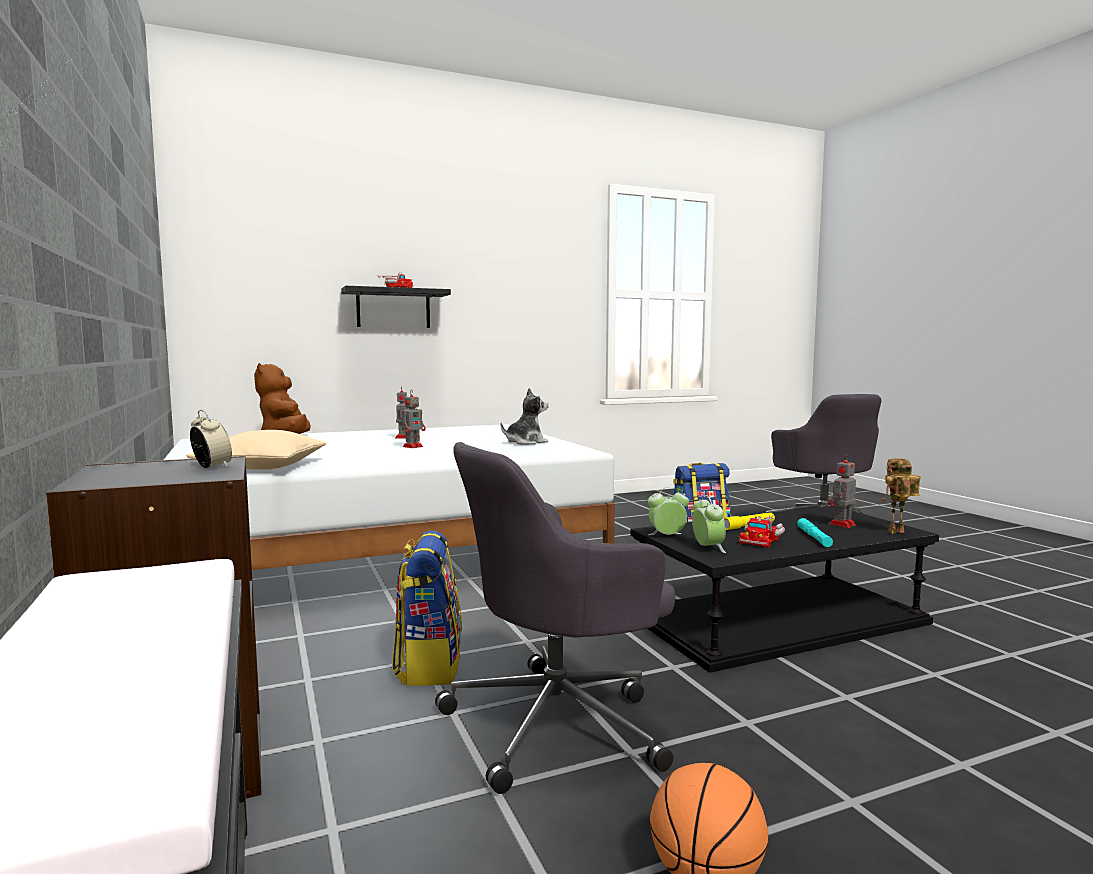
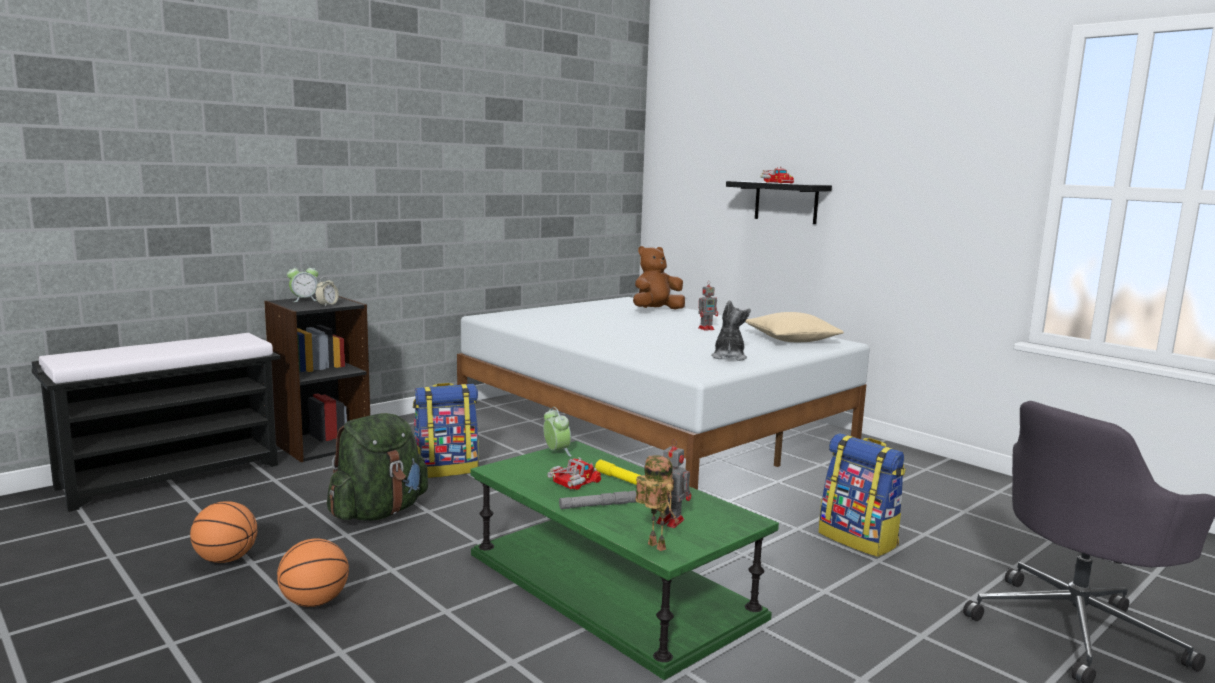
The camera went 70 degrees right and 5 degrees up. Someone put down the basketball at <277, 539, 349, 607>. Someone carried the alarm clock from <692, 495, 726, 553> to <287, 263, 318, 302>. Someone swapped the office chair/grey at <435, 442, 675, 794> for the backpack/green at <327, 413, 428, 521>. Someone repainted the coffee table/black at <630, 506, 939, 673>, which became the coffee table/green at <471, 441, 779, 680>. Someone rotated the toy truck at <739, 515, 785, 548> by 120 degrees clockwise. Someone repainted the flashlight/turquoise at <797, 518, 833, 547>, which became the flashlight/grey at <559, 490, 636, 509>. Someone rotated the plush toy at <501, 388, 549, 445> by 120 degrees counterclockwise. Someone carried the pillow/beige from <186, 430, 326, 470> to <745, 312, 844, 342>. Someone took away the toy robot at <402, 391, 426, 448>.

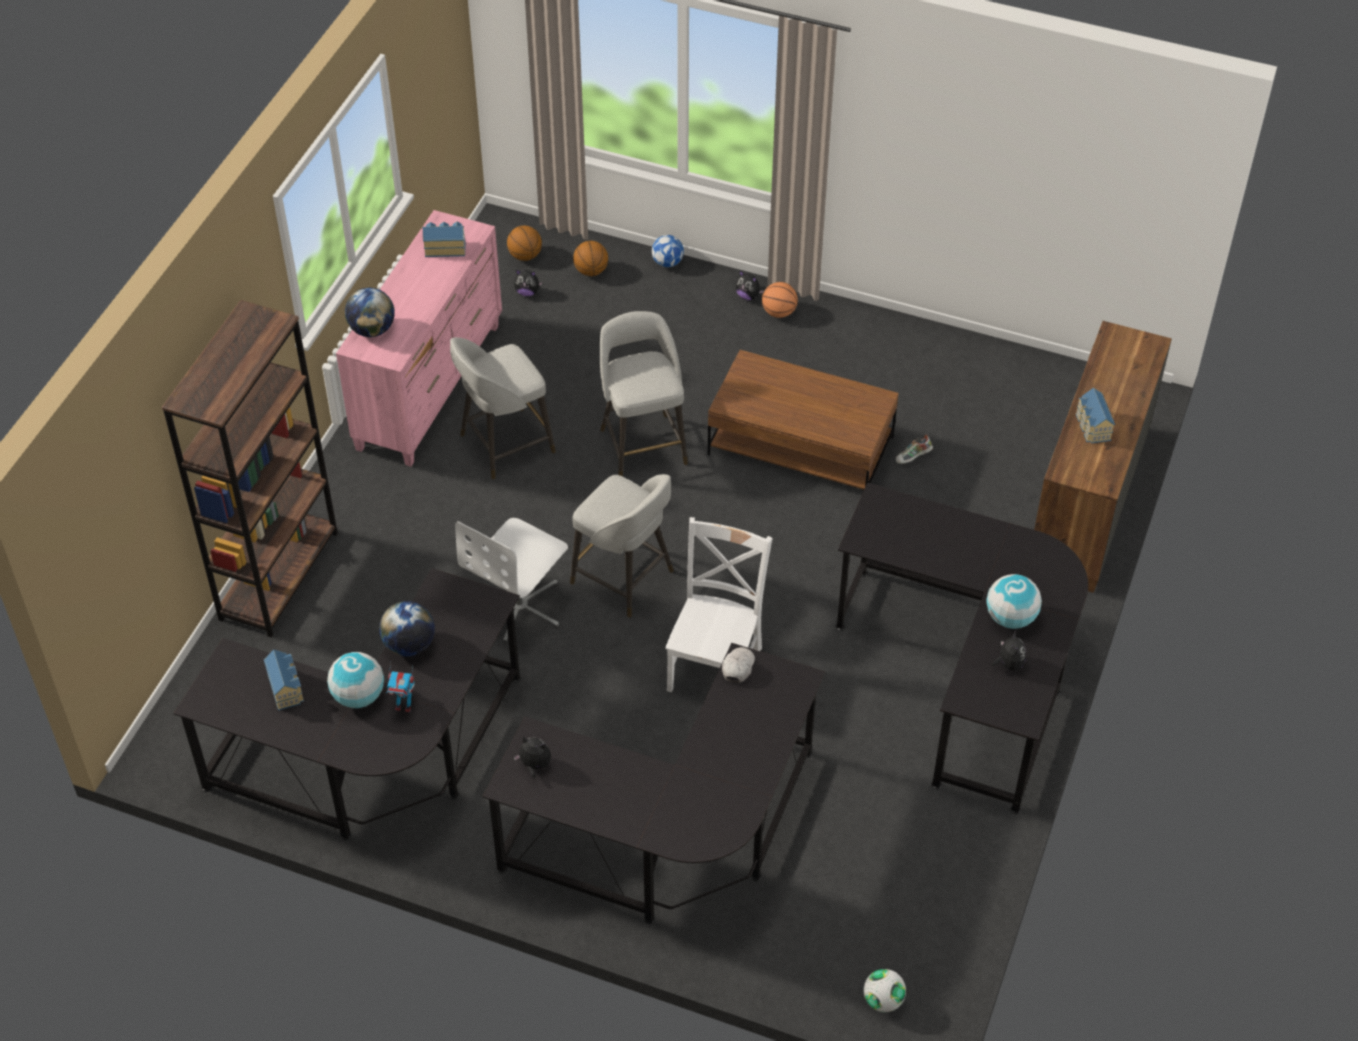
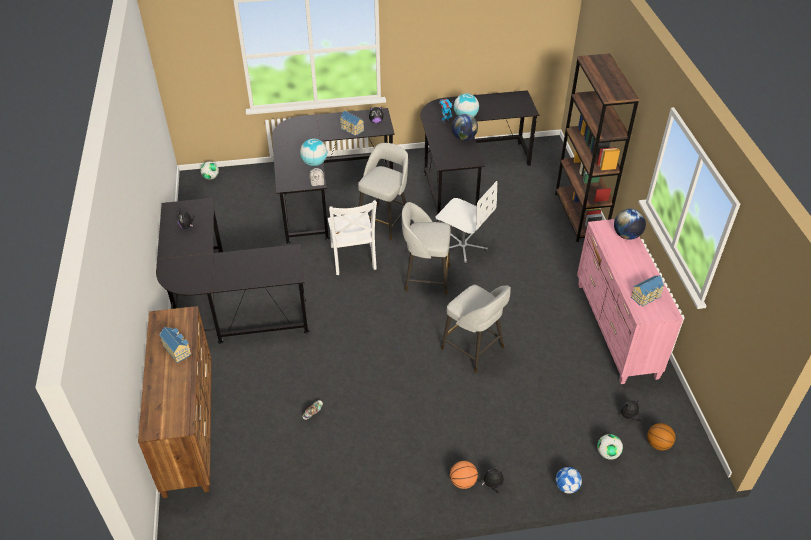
The camera went 150 degrees right and 5 degrees down. Someone carried the globe from <986, 574, 1042, 629> to <300, 138, 327, 166>. Someone carried the toy house from <264, 649, 304, 711> to <340, 111, 364, 136>. Someone carried the stool/grey from <450, 337, 556, 479> to <358, 143, 408, 240>. Someone rotated the office chair/white at <455, 518, 568, 644> by 120 degrees clockwise. Someone swapped the basketball at <573, 241, 608, 276> for the football at <597, 434, 623, 460>. Someone took away the coffee table/brown at <708, 350, 898, 489>.

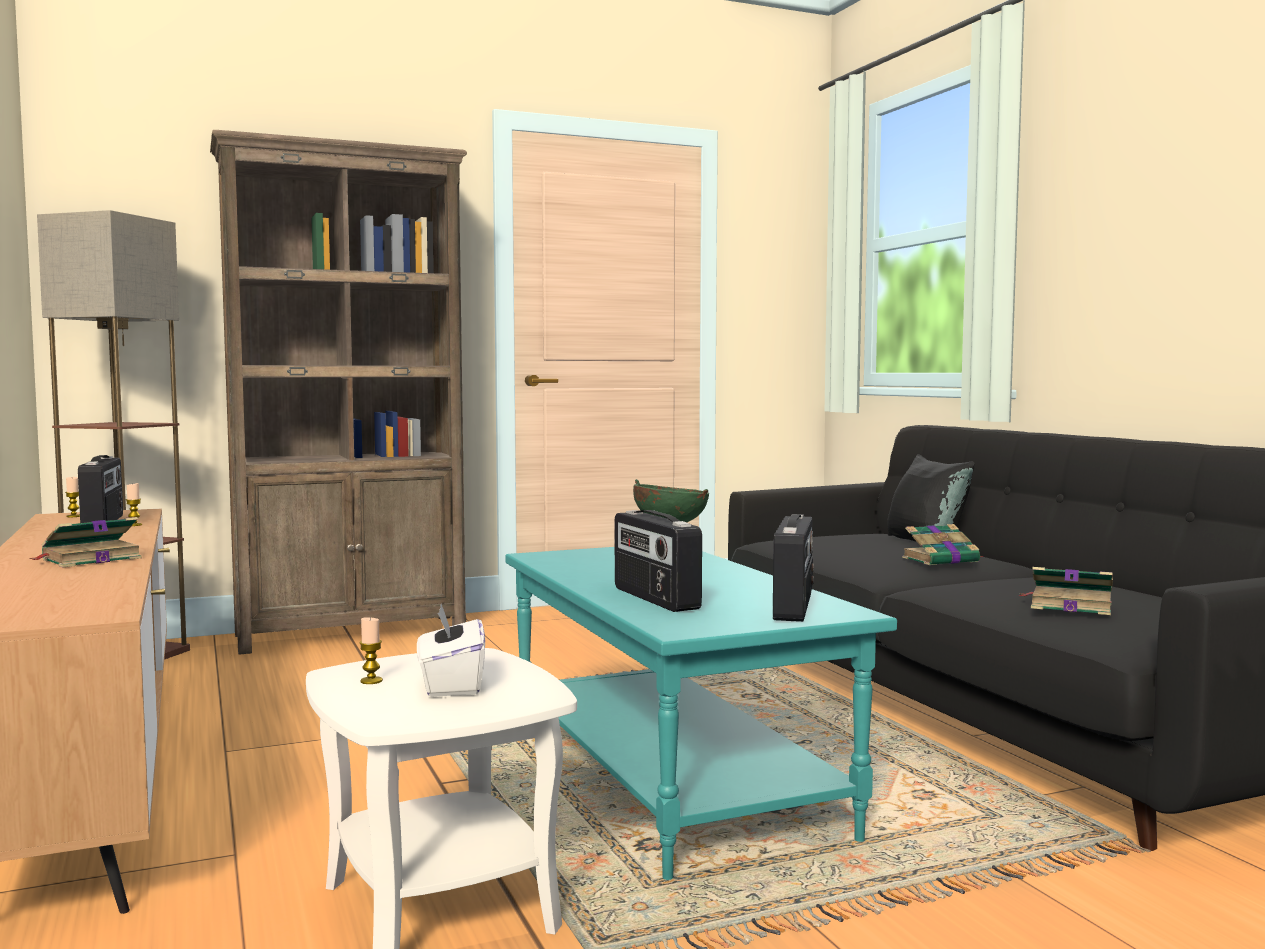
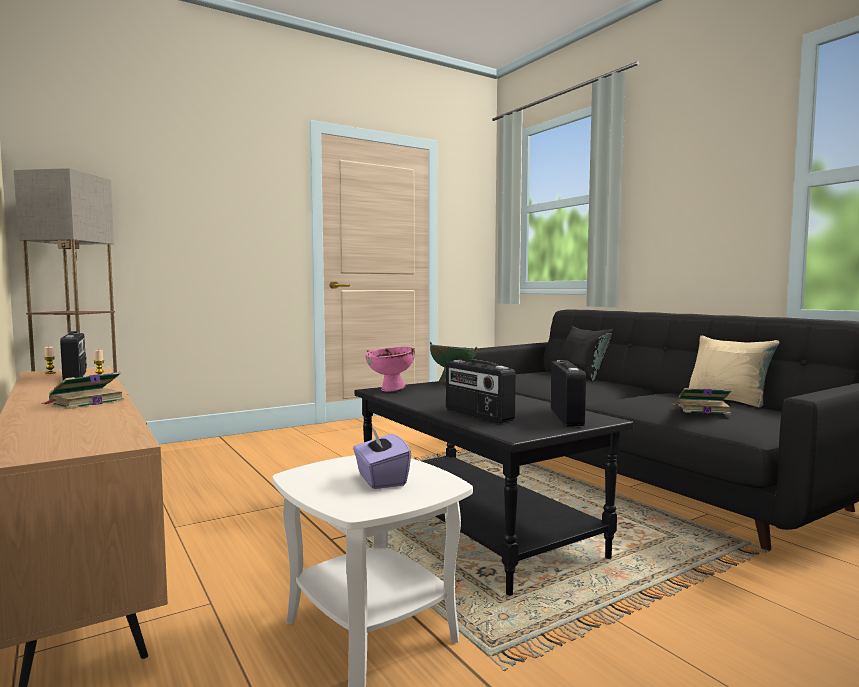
The camera went 10 degrees left and 0 degrees up. Someone repainted the tissue box/white at <417, 604, 485, 697>, which became the tissue box/purple at <353, 426, 411, 489>. Someone repainted the coffee table/turquoise at <506, 547, 897, 880>, which became the coffee table/black at <355, 381, 634, 596>. Someone put down the bowl/pink at <365, 347, 415, 392>. Someone put down the pillow/beige at <689, 336, 779, 407>. Someone took away the bookcase/brown at <210, 130, 467, 655>. Someone took away the candle at <359, 617, 383, 684>. Someone took away the book at <902, 524, 984, 565>.

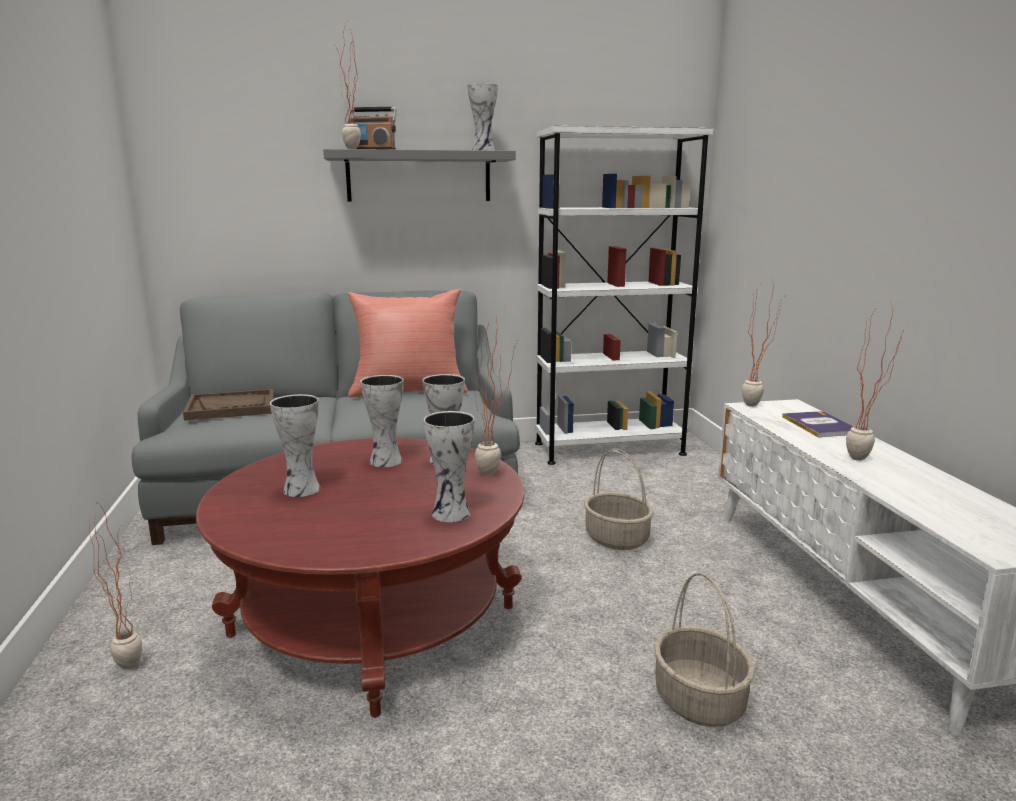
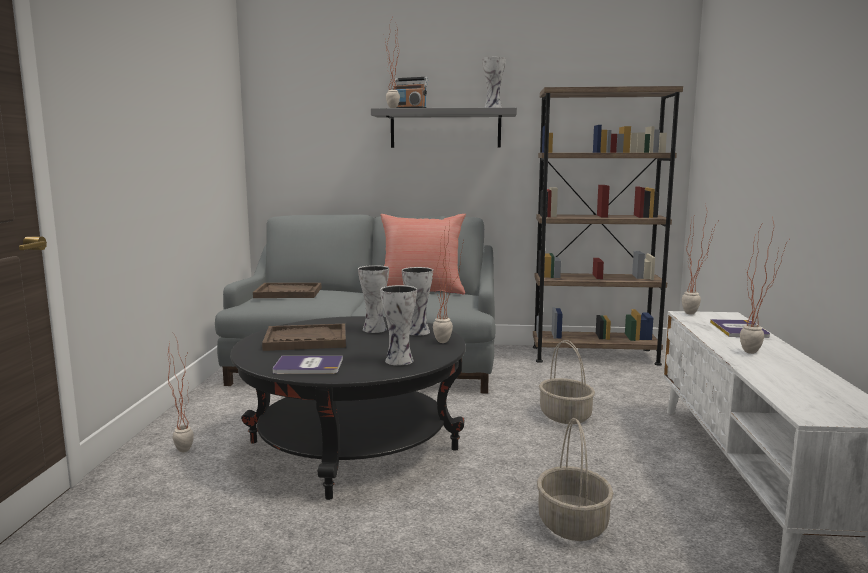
The camera went 15 degrees right and 5 degrees down. Someone repainted the coffee table/red at <196, 438, 524, 718>, which became the coffee table/black at <230, 316, 466, 500>. Someone swapped the vase at <270, 394, 320, 497> for the tray/brown at <262, 324, 346, 351>. Someone put down the book at <272, 356, 343, 374>. Someone repainted the bookcase/white at <535, 126, 713, 465>, which became the bookcase/brown at <533, 86, 683, 366>.

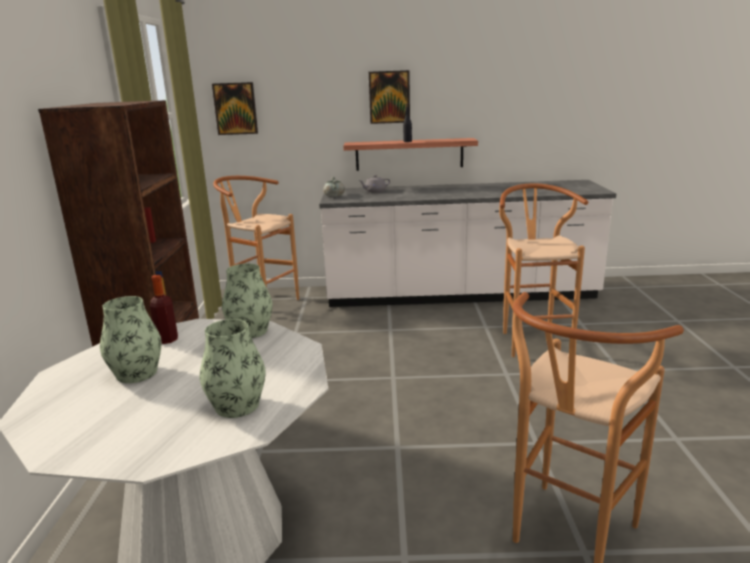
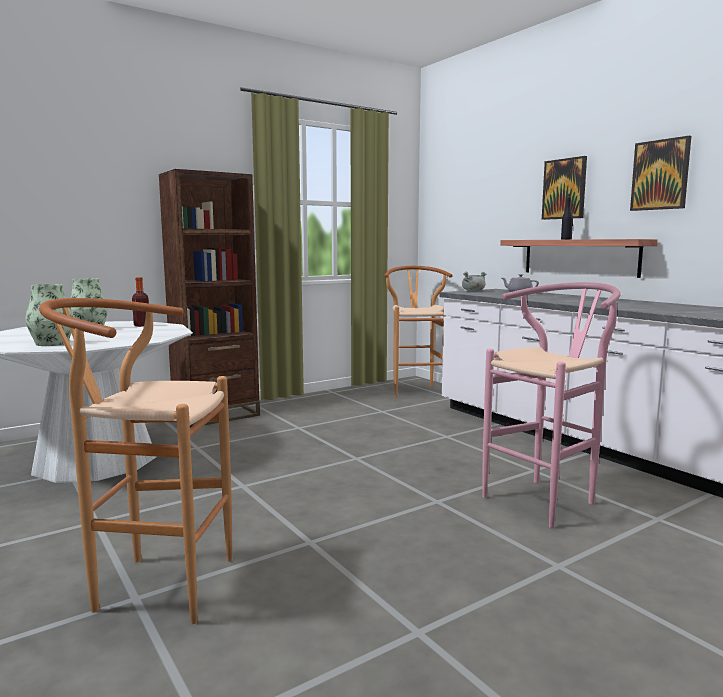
The camera went 55 degrees right and 10 degrees down. Someone repainted the stool/brown at <499, 183, 588, 357>, which became the stool/pink at <482, 282, 620, 528>. Someone carried the picture from <212, 82, 258, 135> to <630, 136, 691, 211>. Someone took away the vase at <222, 263, 273, 338>.

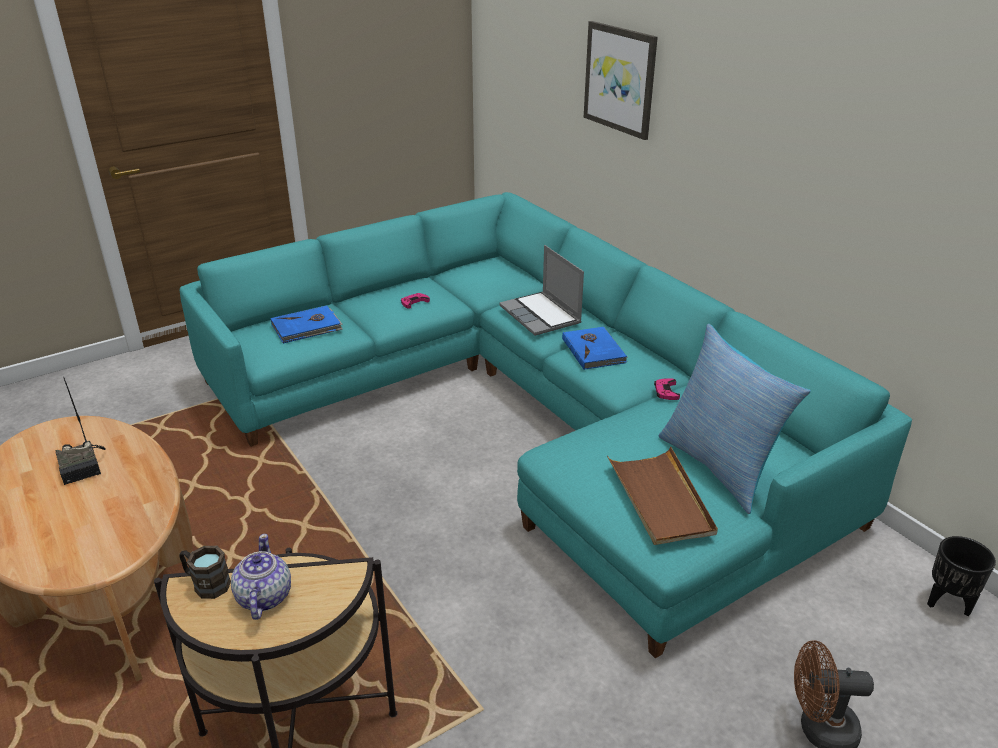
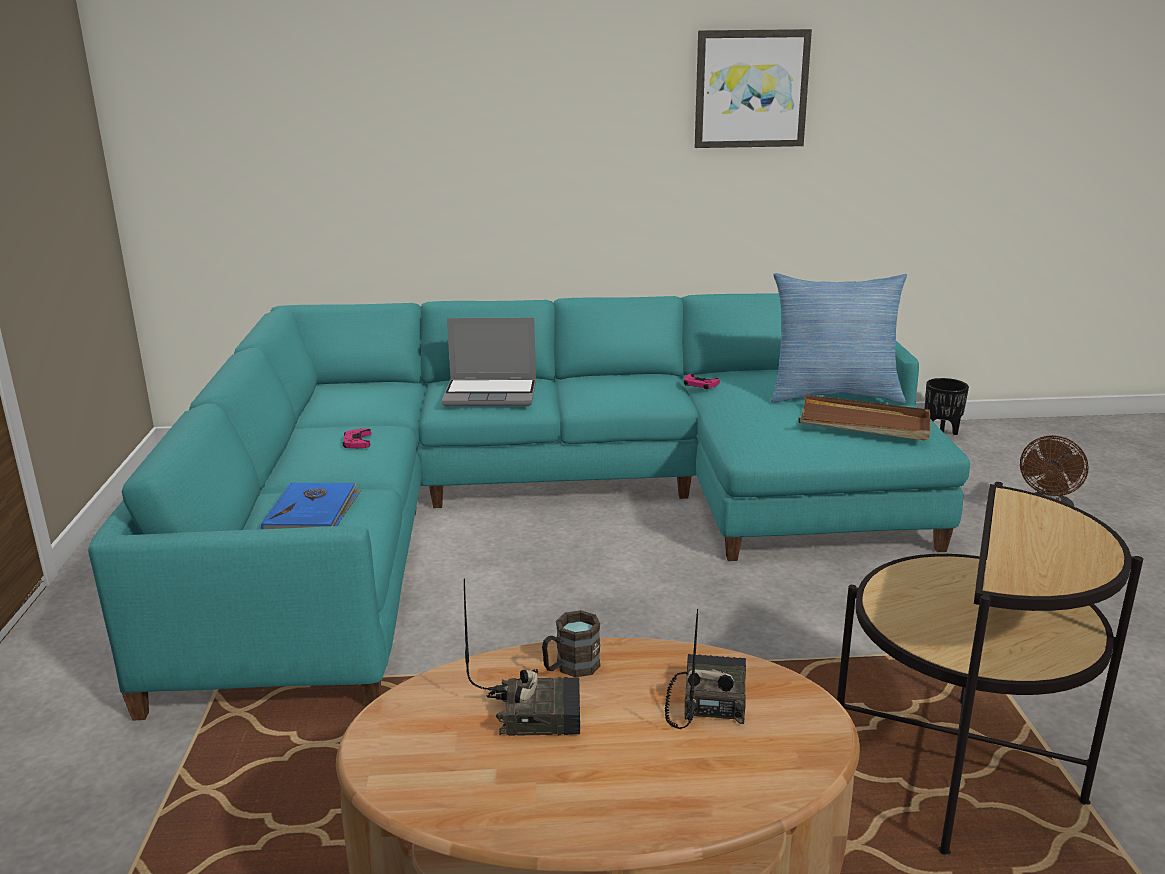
The camera went 60 degrees left and 10 degrees down. Someone carried the mug/brown from <179, 546, 231, 599> to <542, 610, 600, 677>. Someone put down the radio at <665, 609, 746, 729>. Someone carried the picture from <584, 21, 658, 140> to <695, 29, 812, 148>. Someone took away the teapot at <231, 534, 291, 620>. Someone took away the book/blue at <562, 327, 628, 370>.

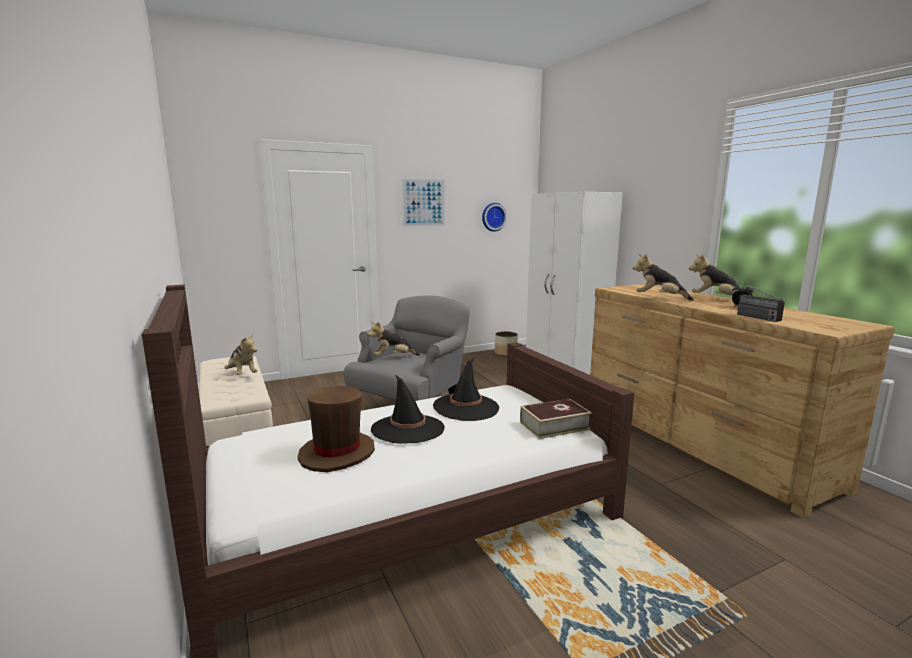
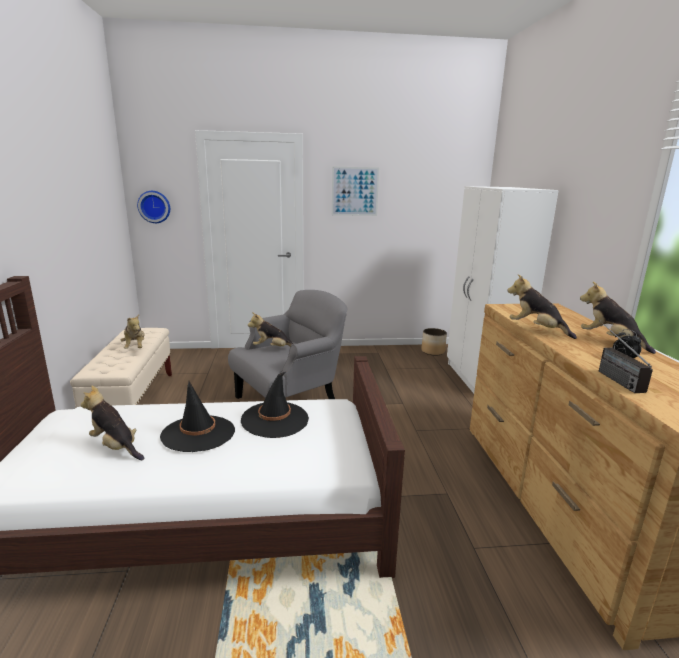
The camera went 20 degrees right and 5 degrees up. Someone swapped the hat/brown at <298, 386, 375, 472> for the plush toy at <81, 386, 144, 460>. Someone carried the wall clock from <482, 203, 507, 232> to <137, 191, 170, 223>. Someone took away the book at <520, 399, 592, 439>.

